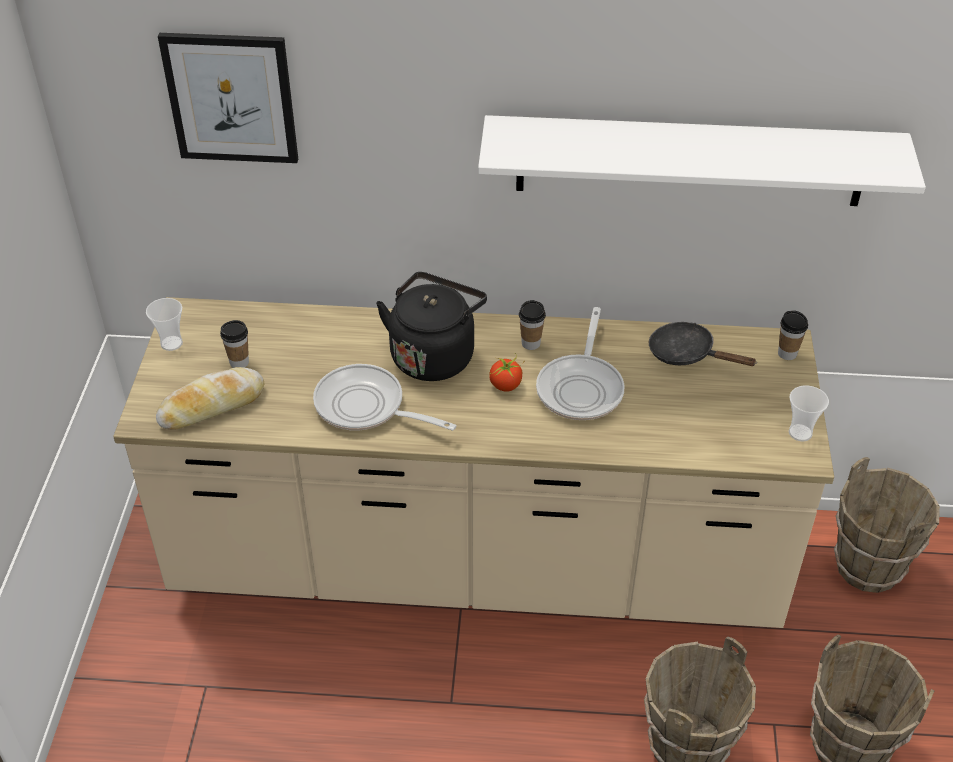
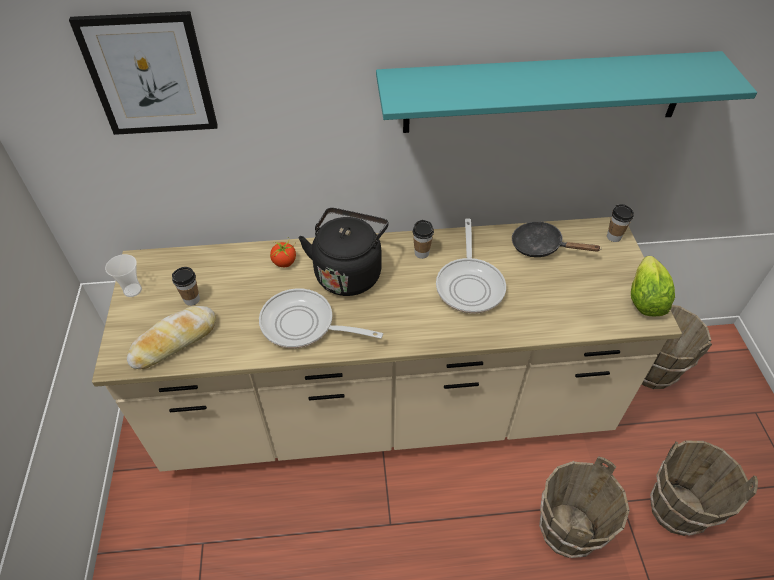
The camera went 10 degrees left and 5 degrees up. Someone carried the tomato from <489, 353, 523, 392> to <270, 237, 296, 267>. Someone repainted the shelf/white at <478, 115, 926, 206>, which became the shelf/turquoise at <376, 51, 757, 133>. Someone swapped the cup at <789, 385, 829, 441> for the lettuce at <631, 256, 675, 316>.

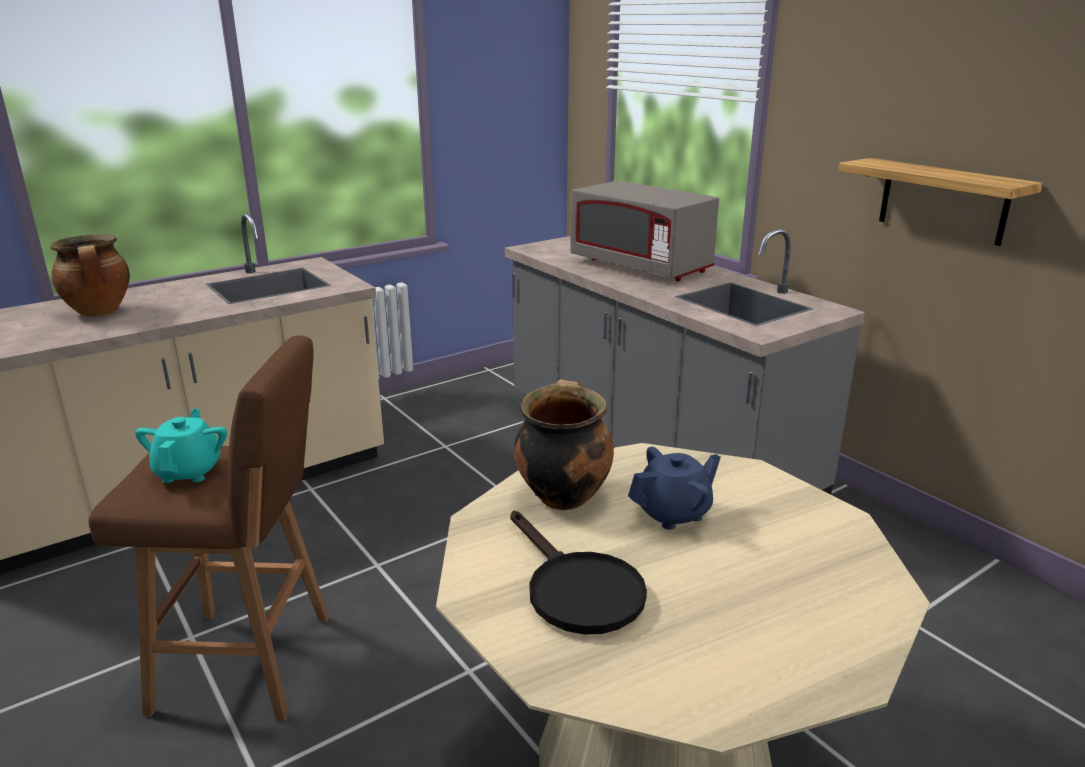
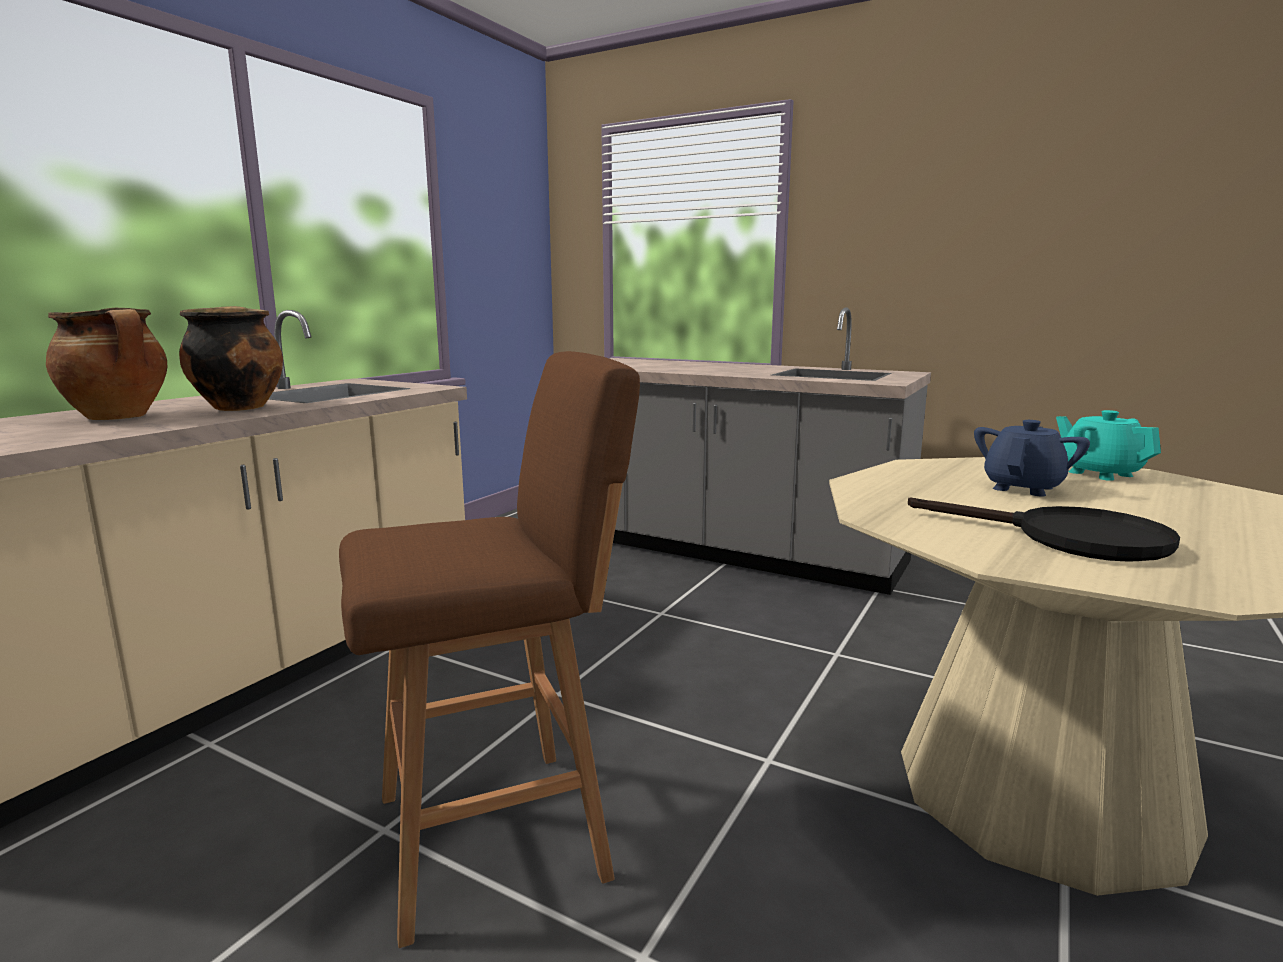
The camera went 25 degrees left and 10 degrees down. Someone carried the cooking pot from <514, 380, 614, 510> to <179, 306, 283, 411>. Someone carried the teapot/turquoise from <135, 409, 227, 483> to <1056, 410, 1161, 481>. Someone took away the microwave/grey at <570, 181, 719, 281>. Someone took away the shelf at <839, 158, 1043, 246>.

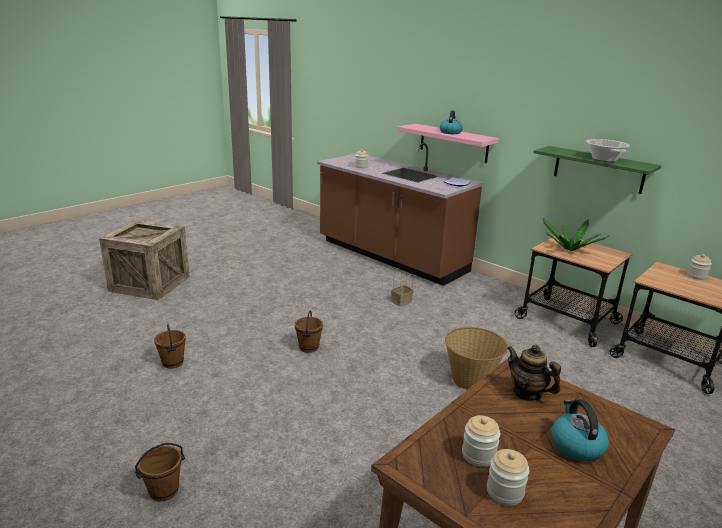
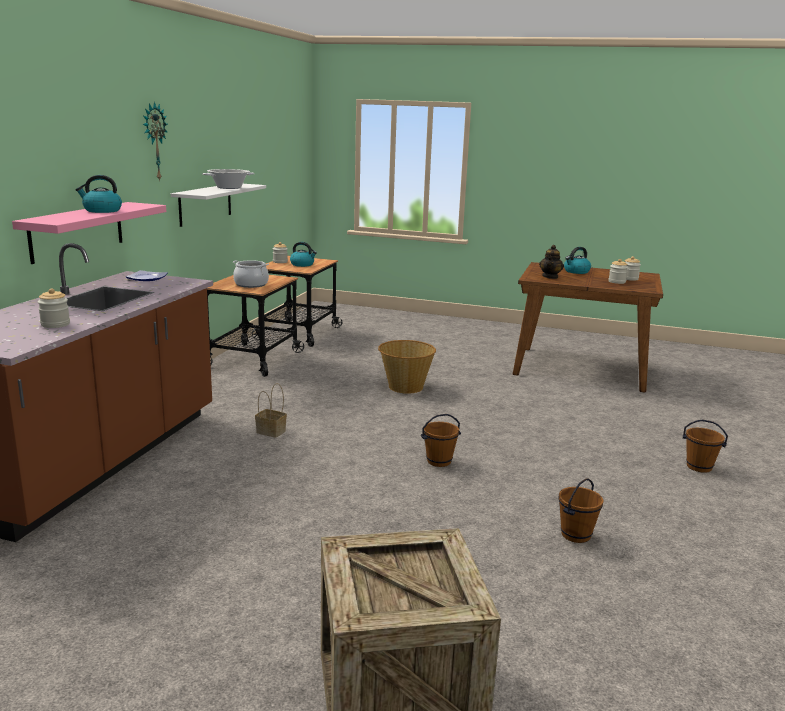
The camera went 115 degrees left and 5 degrees down. Someone put up the wall clock at <143, 102, 168, 181>. Someone repainted the shelf/green at <533, 146, 661, 194>, which became the shelf/white at <171, 184, 266, 227>. Someone swapped the potted plant at <542, 218, 609, 251> for the cooking pot at <233, 260, 269, 288>. Someone put down the kettle at <290, 242, 317, 267>.

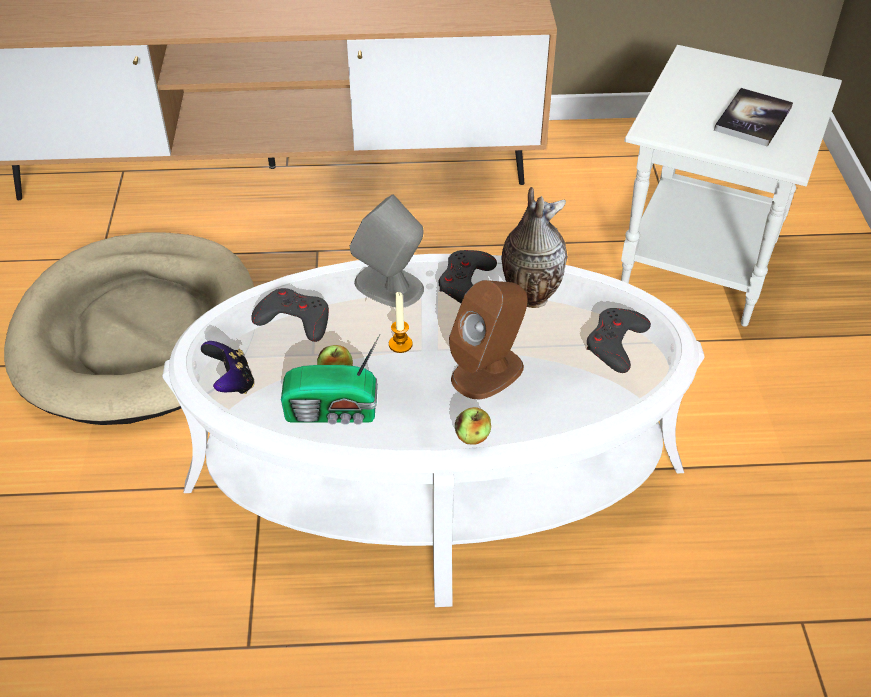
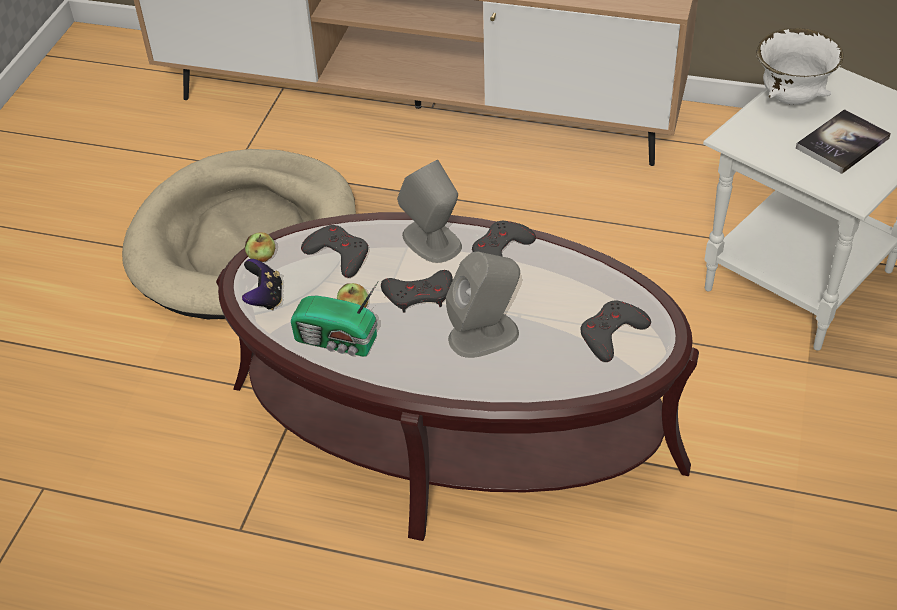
The camera went 20 degrees right and 0 degrees up. Someone repainted the coffee table/white at <162, 254, 705, 607>, which became the coffee table/brown at <216, 212, 699, 541>. Someone carried the apple from <455, 407, 491, 445> to <245, 232, 275, 262>. Someone swapped the candle at <389, 292, 413, 353> for the game controller/grey at <381, 270, 453, 313>. Someone repainted the speaker/brown at <449, 280, 528, 399>, which became the speaker/grey at <446, 251, 520, 358>. Someone put down the bowl/white at <756, 28, 844, 105>. Someone took away the vase at <502, 187, 568, 308>.

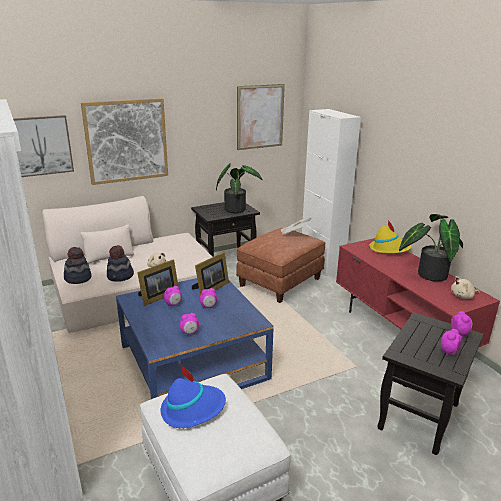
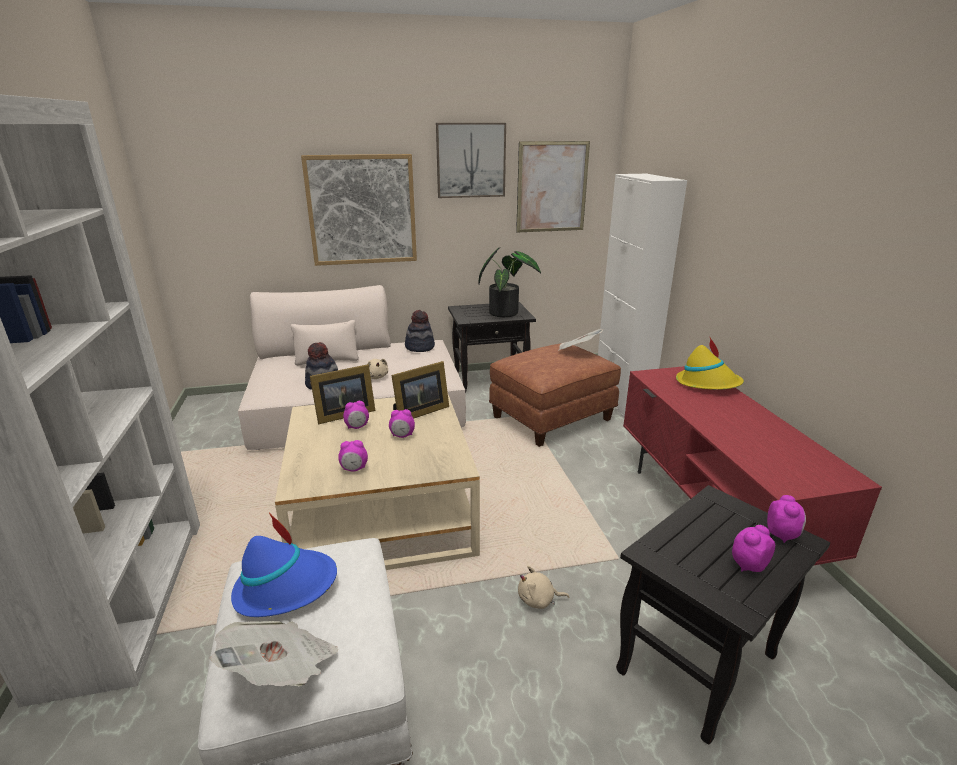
The camera went 15 degrees right and 0 degrees up. Someone put down the newspaper at <209, 621, 338, 687>. Someone repainted the coffee table/blue at <116, 278, 273, 399>, which became the coffee table/beige at <275, 395, 480, 570>. Someone carried the hat from <64, 247, 92, 284> to <405, 310, 435, 352>. Someone carried the picture from <13, 115, 74, 177> to <436, 123, 506, 198>. Someone carried the plush toy/beige from <451, 276, 480, 299> to <518, 566, 570, 609>. Someone took away the potted plant at <399, 214, 463, 282>.

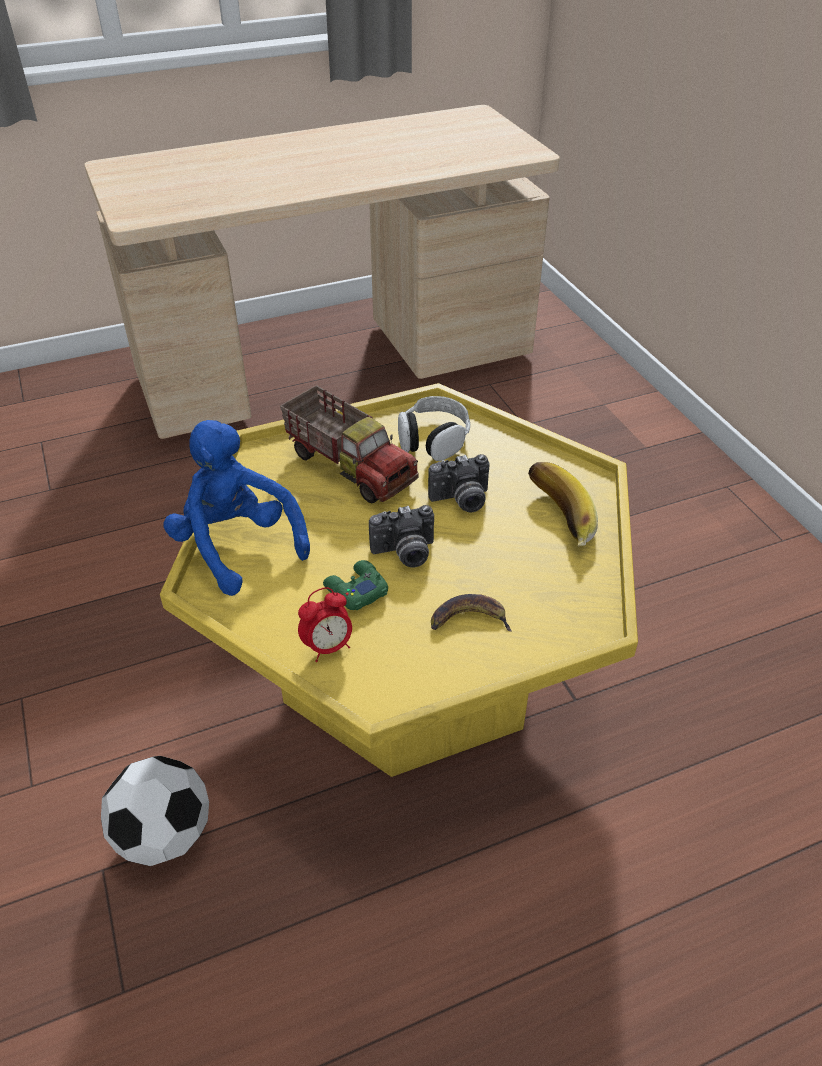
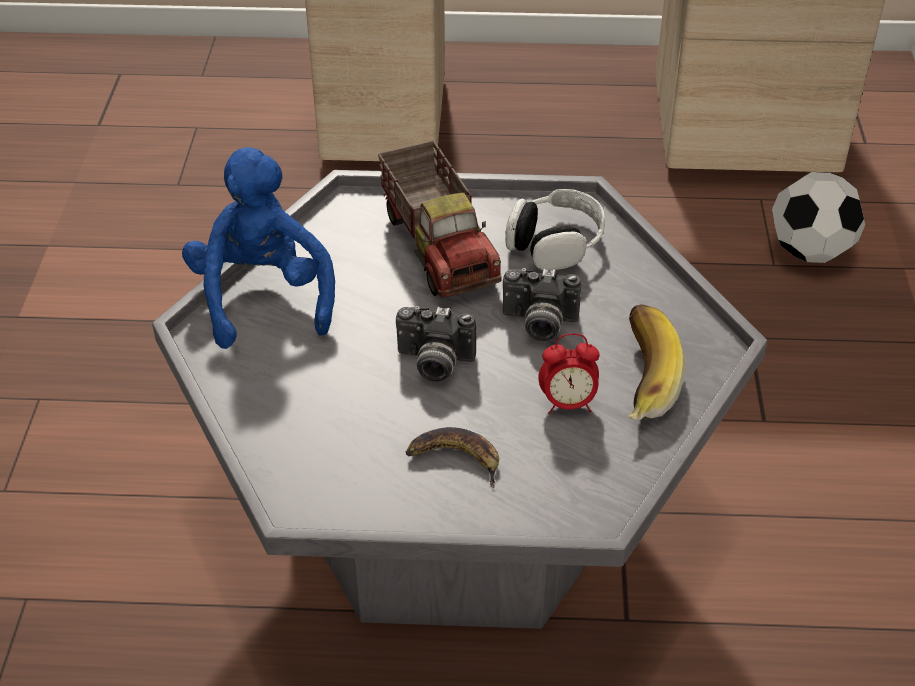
The camera went 25 degrees right and 0 degrees up. Someone repainted the coffee table/yellow at <160, 383, 638, 777>, which became the coffee table/grey at <152, 170, 767, 629>. Someone carried the alarm clock from <298, 587, 352, 662> to <538, 333, 600, 414>. Someone carried the football from <101, 756, 209, 866> to <772, 172, 865, 263>. Someone took away the game controller/green at <323, 560, 388, 610>.

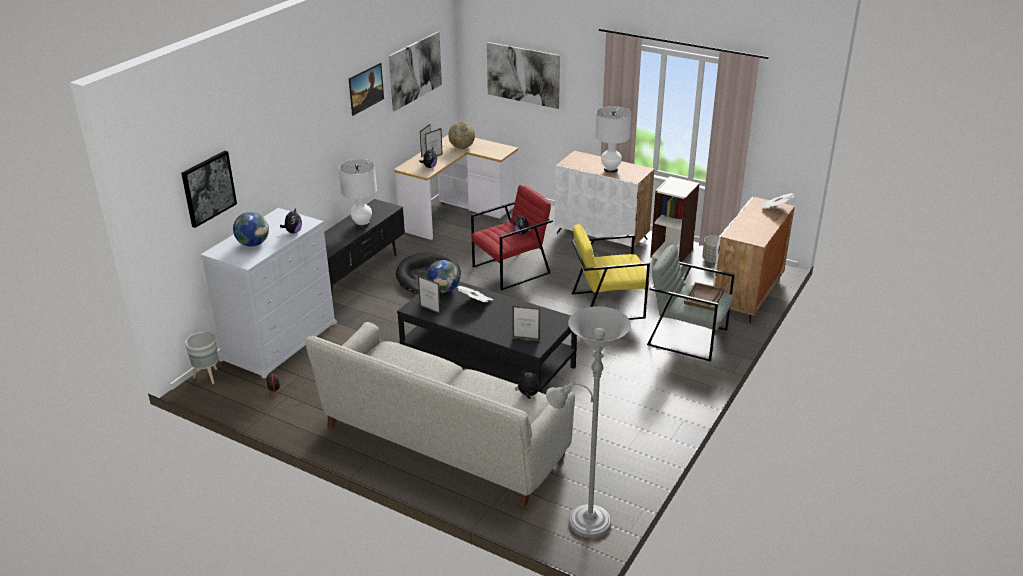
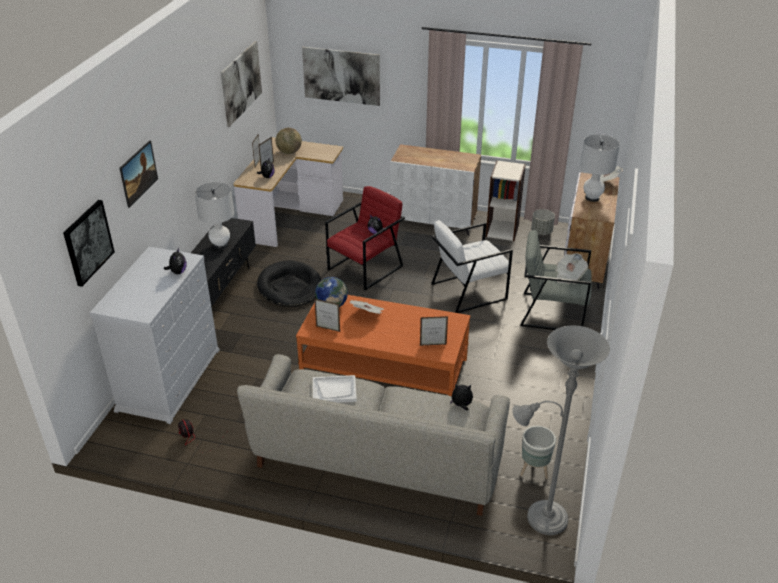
The camera went 15 degrees left and 5 degrees up. Someone carried the picture from <348, 63, 384, 116> to <119, 140, 158, 208>. Someone repainted the coffee table/black at <397, 281, 577, 392>, which became the coffee table/orange at <296, 295, 470, 396>. Someone put down the tray/white at <313, 375, 357, 403>. Someone repainted the armchair/yellow at <572, 224, 650, 320>, which became the armchair/white at <431, 220, 513, 313>. Someone carried the planter/grey from <185, 332, 218, 384> to <520, 426, 556, 479>. Someone swapped the tray/brown at <684, 282, 725, 311> for the newspaper at <556, 253, 588, 284>. Someone carried the table lamp/white from <595, 106, 631, 173> to <580, 134, 620, 202>. Someone took away the globe at <233, 212, 269, 247>.

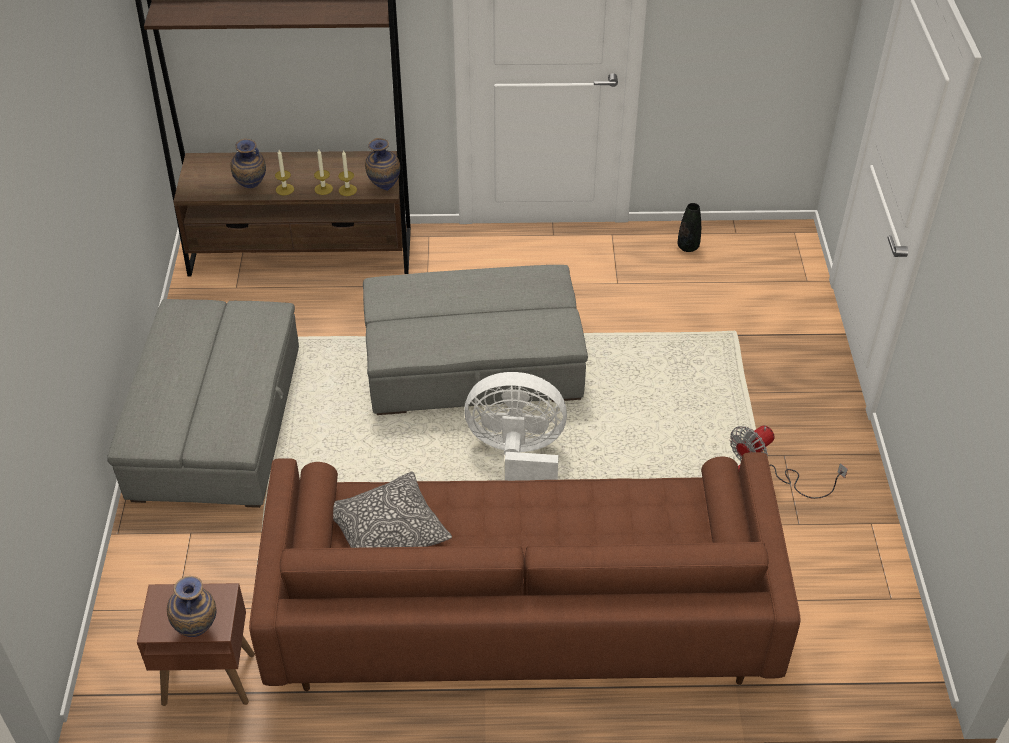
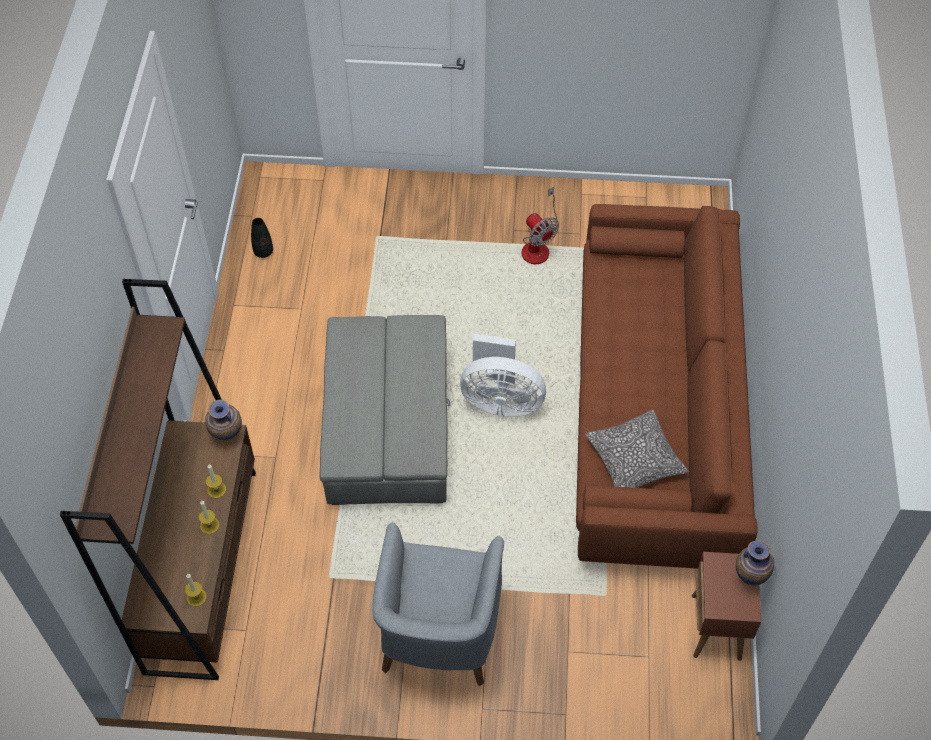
The camera went 85 degrees left and 10 degrees up. Someone carried the candle from <338, 150, 357, 196> to <185, 574, 207, 607>. Someone swapped the ottoman/grey at <107, 299, 299, 508> for the armchair/grey at <372, 522, 504, 686>. Someone rotated the fan/white at <464, 372, 567, 481> by 90 degrees counterclockwise. Someone took away the vase at <230, 139, 266, 188>.

